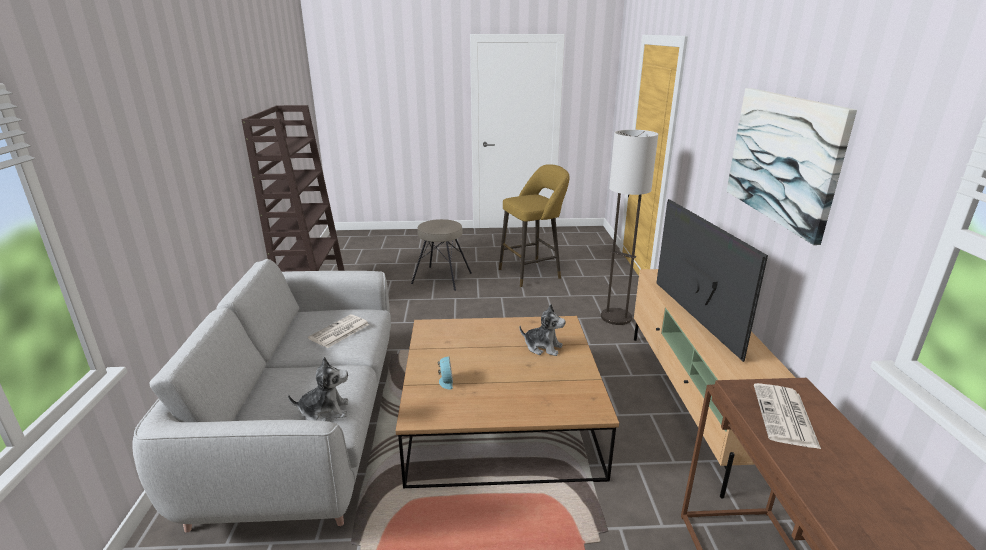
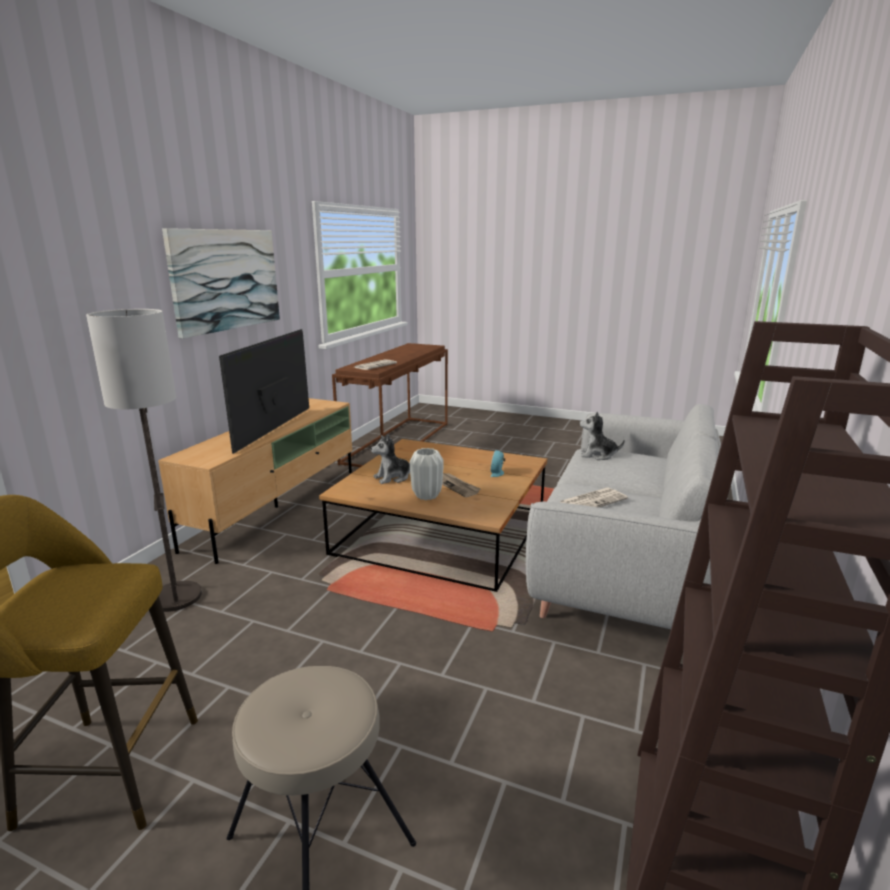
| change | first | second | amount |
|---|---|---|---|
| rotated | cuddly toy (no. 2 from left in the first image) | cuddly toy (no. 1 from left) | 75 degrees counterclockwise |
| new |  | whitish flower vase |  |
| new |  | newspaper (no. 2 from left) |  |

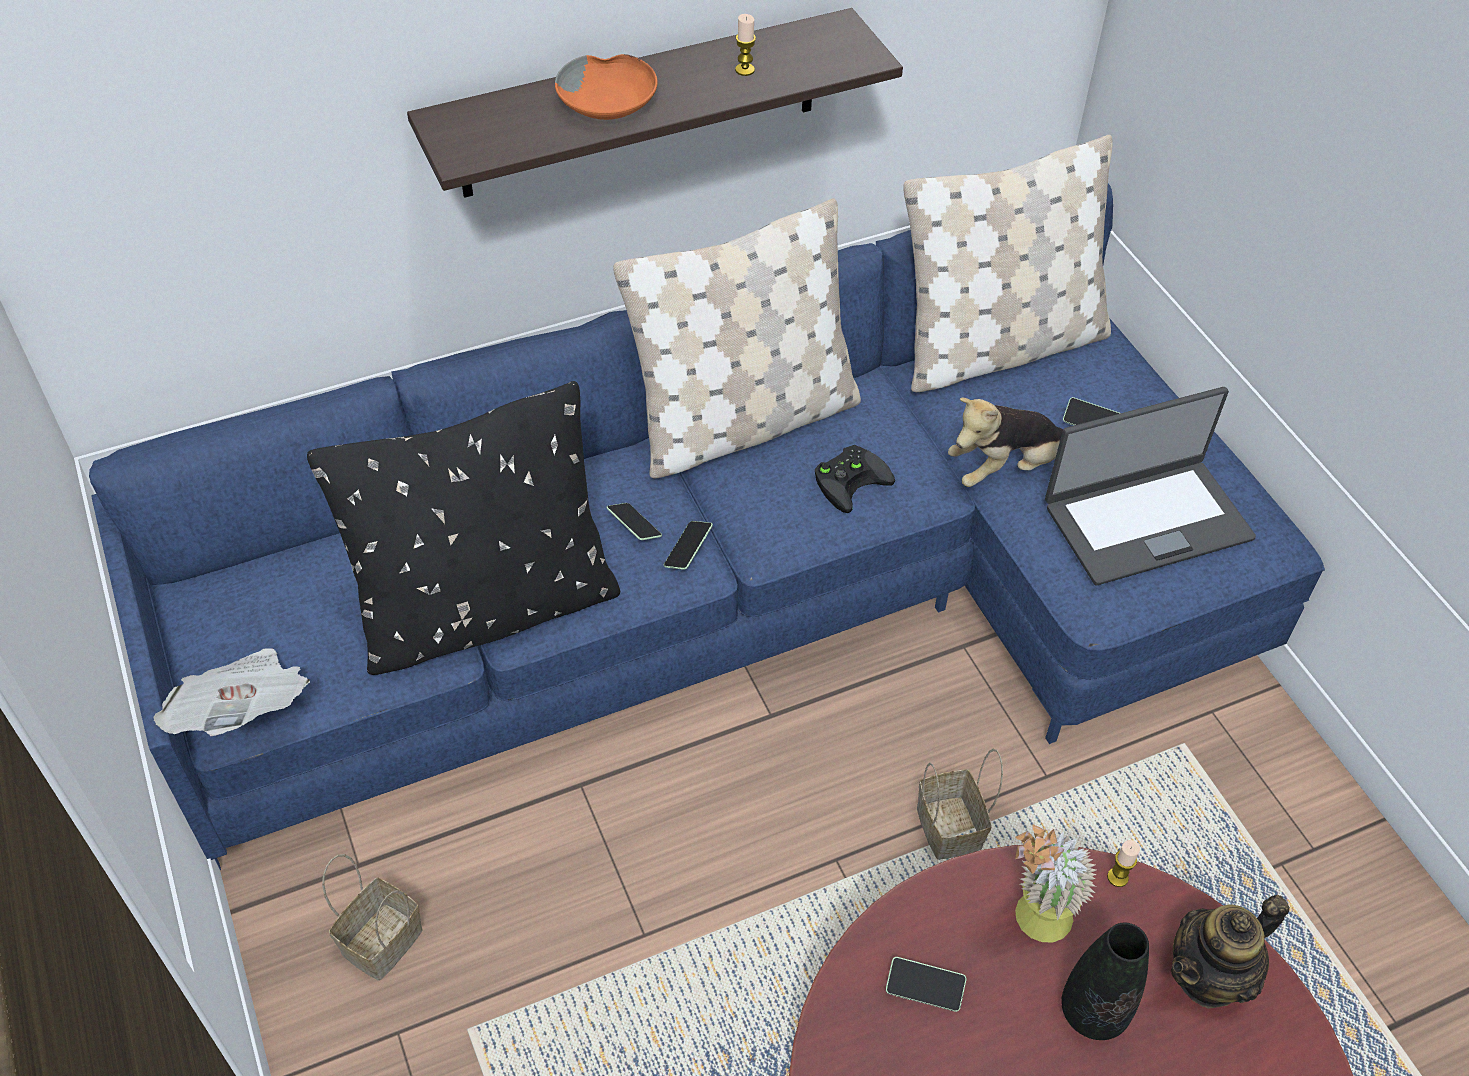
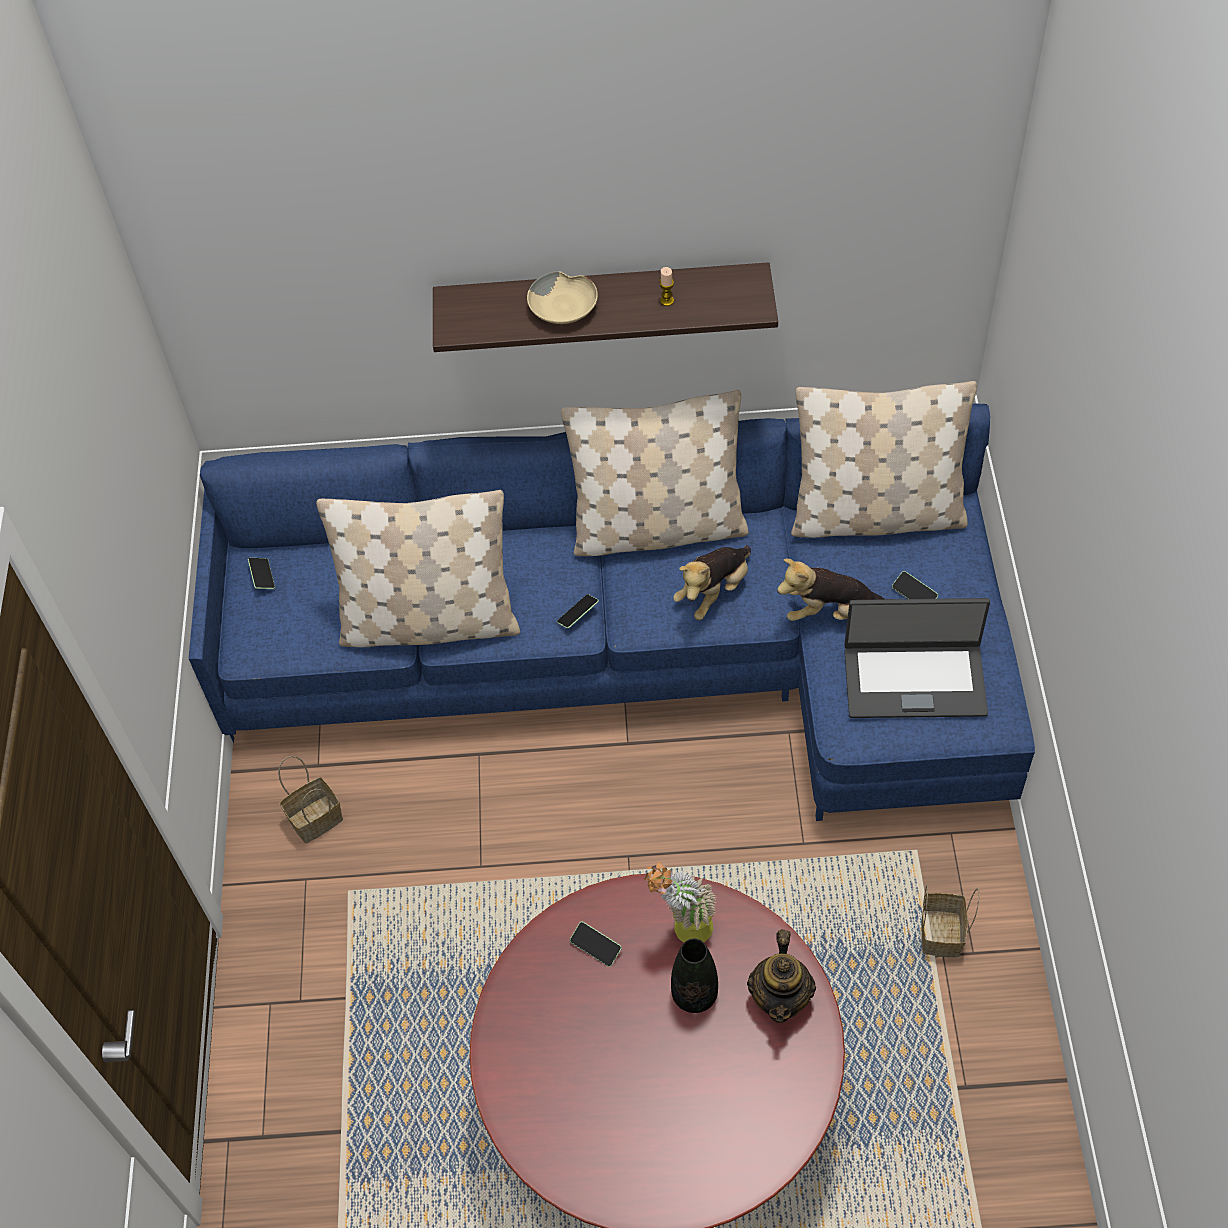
| change | first | second | amount |
|---|---|---|---|
| gone | newspaper |  |  |
| repainted | black cushion | sand-coloured cushion (no. 1 from left) |  |
| repainted | orange-coloured deep dish | sand-coloured deep dish |  |
| shifted | telephone (no. 1 from left) |  |  |
| swapped | black joypad | cuddly toy (no. 1 from left) |  |
| shifted | household basket (no. 2 from left) |  |  |
| gone | wax candle (no. 2 from left) |  |  |
| rotated | teapot |  | 75 degrees counterclockwise |

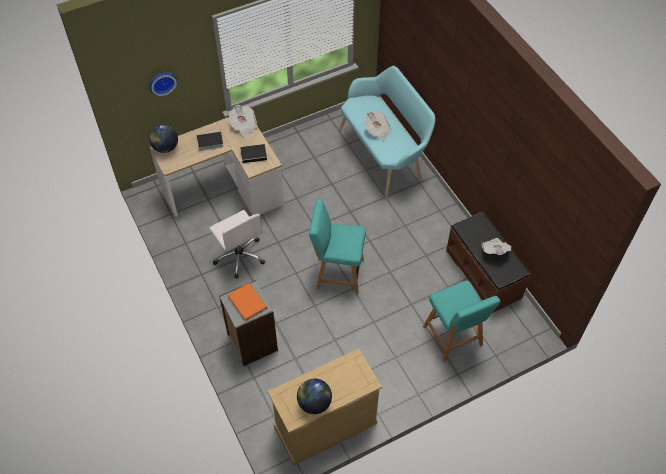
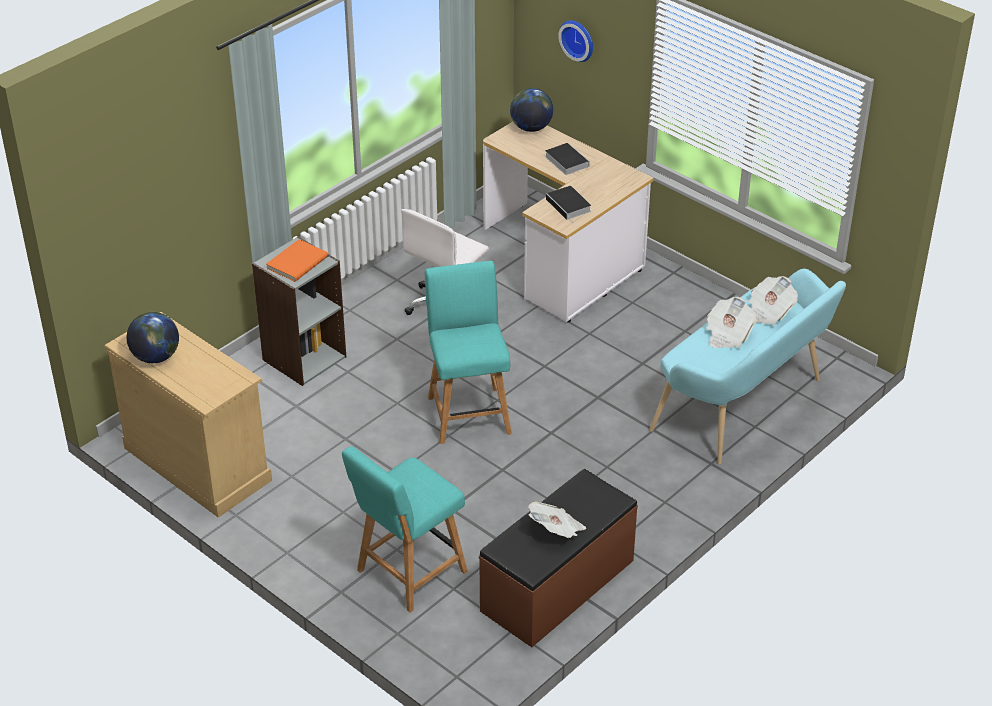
| change | first | second | amount |
|---|---|---|---|
| shifted | newspaper (no. 1 from left in the first image) | newspaper (no. 3 from left) |  |

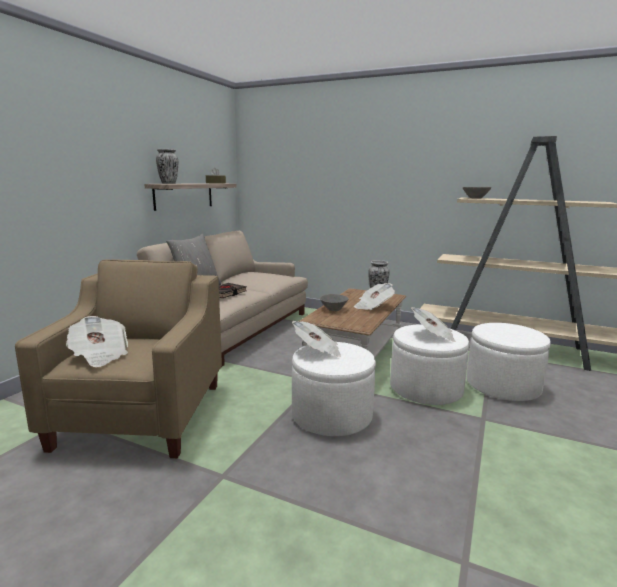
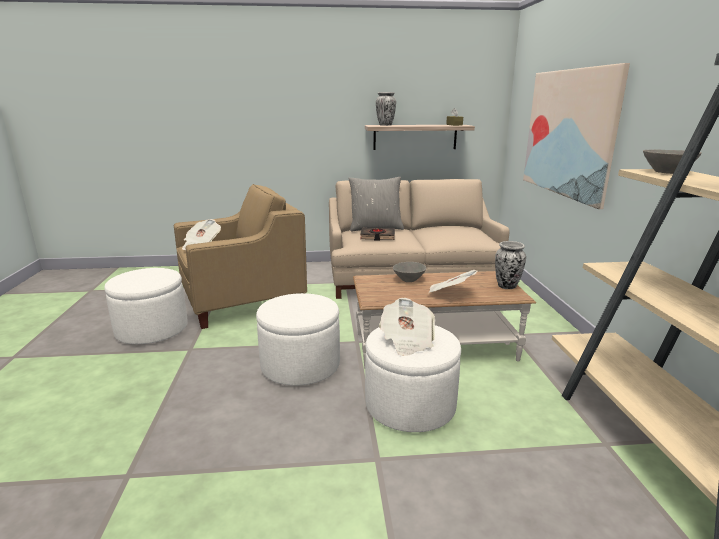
| change | first | second | amount |
|---|---|---|---|
| gone | newspaper (no. 2 from left) |  |  |
| shifted | whitish footrest (no. 3 from left in the first image) | whitish footrest (no. 1 from left) |  |
| new |  | wall picture |  |

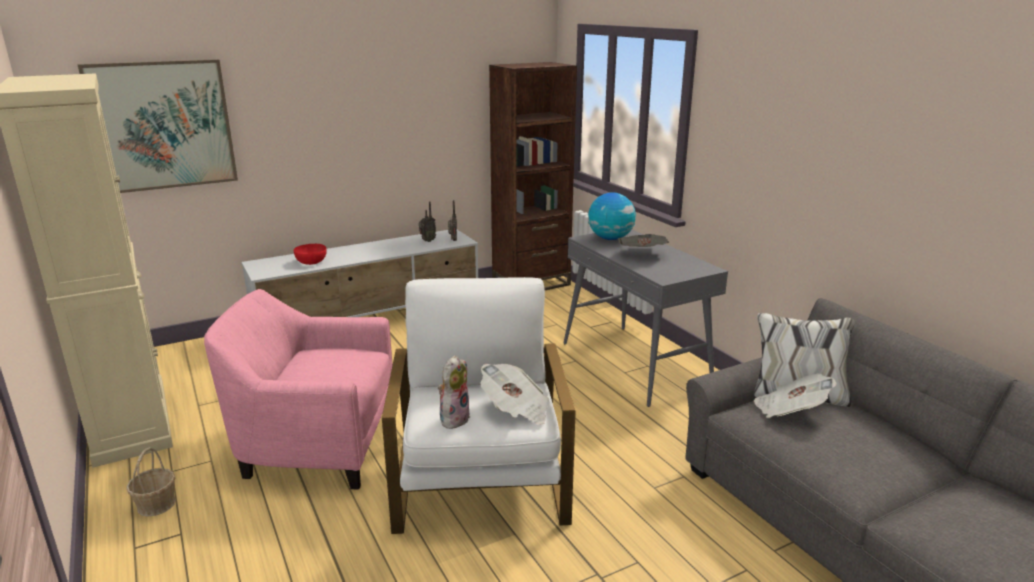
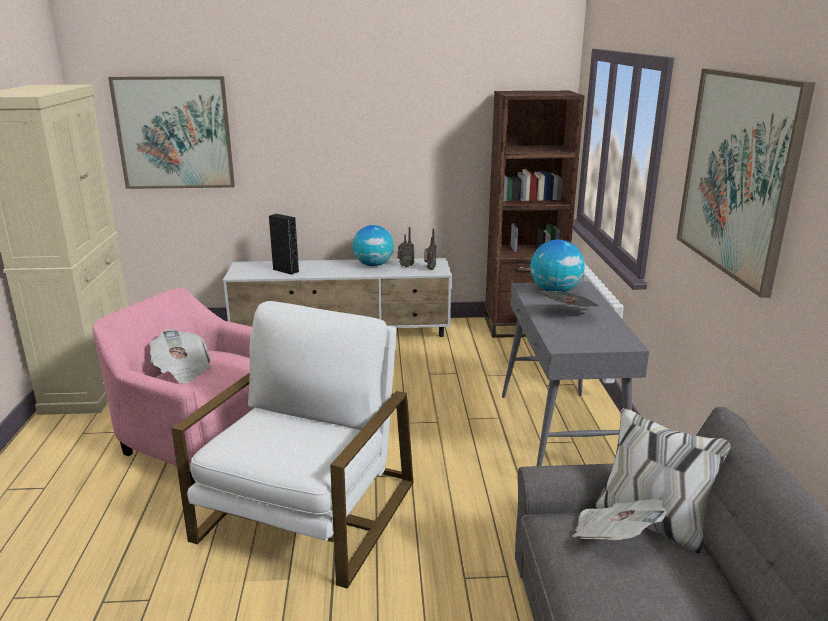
| change | first | second | amount |
|---|---|---|---|
| gone | household basket |  |  |
| swapped | red deep dish | black audio speaker |  |
| gone | cuddly toy |  |  |
| shifted | newspaper (no. 1 from left) |  |  |
| new |  | desk globe (no. 1 from left) |  |
| new |  | wall picture (no. 2 from left) |  |

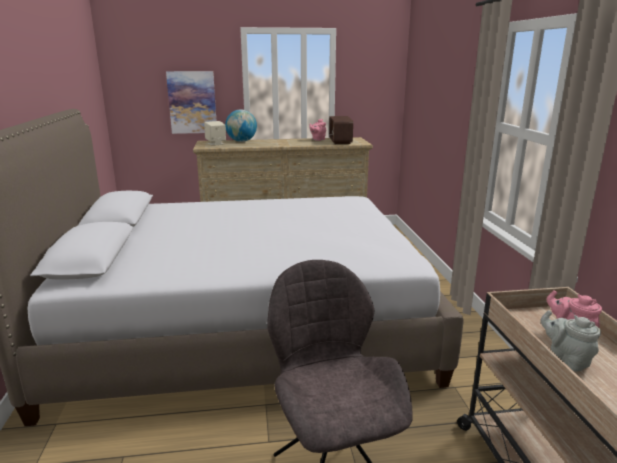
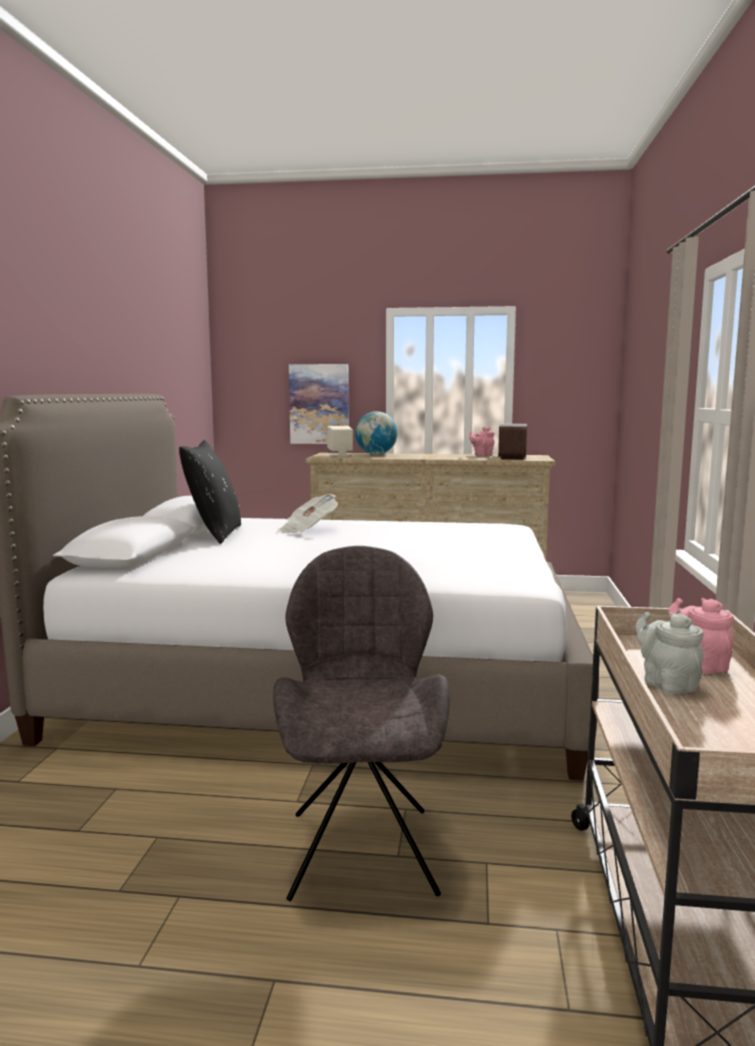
| change | first | second | amount |
|---|---|---|---|
| new |  | black cushion |  |
| new |  | newspaper |  |

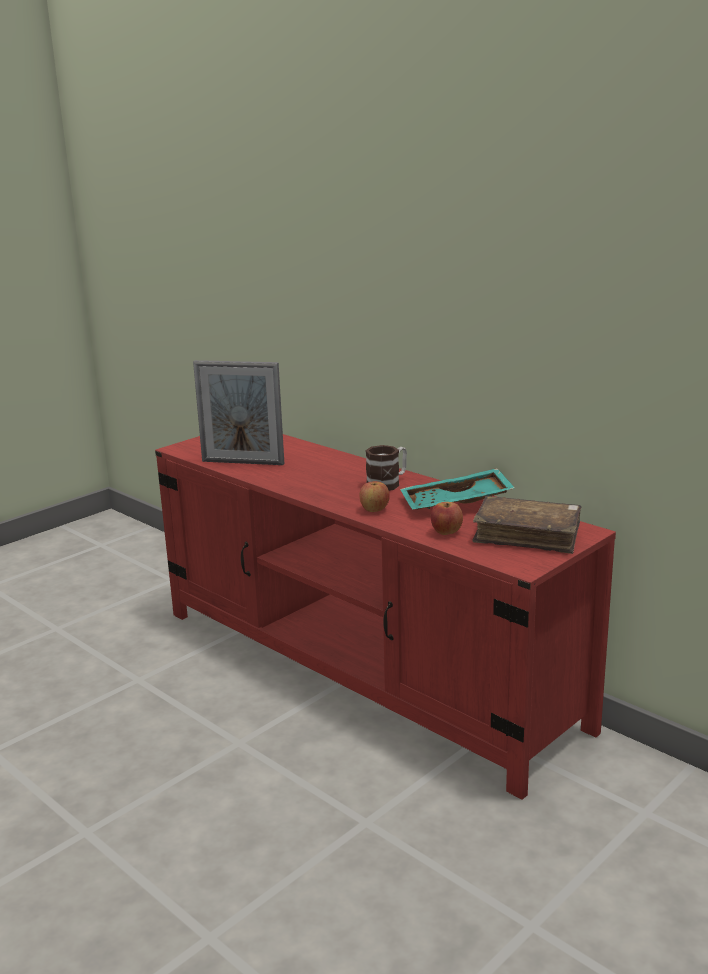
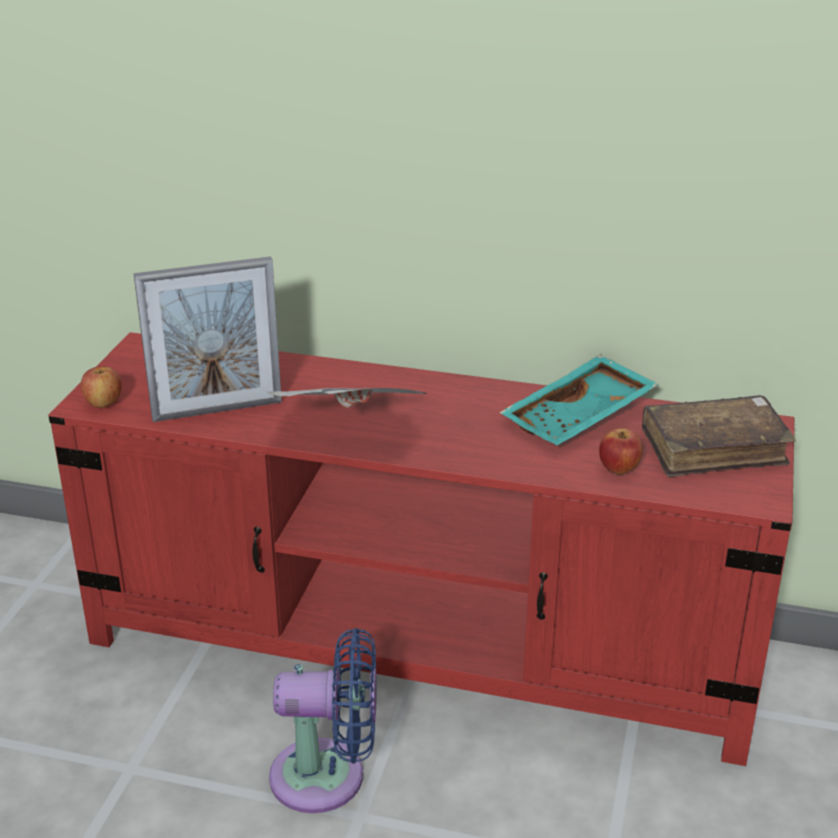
| change | first | second | amount |
|---|---|---|---|
| shifted | whole apple (no. 1 from left) |  |  |
| gone | coffee mug |  |  |
| new |  | newspaper |  |
| new |  | blue-coloured electric fan |  |

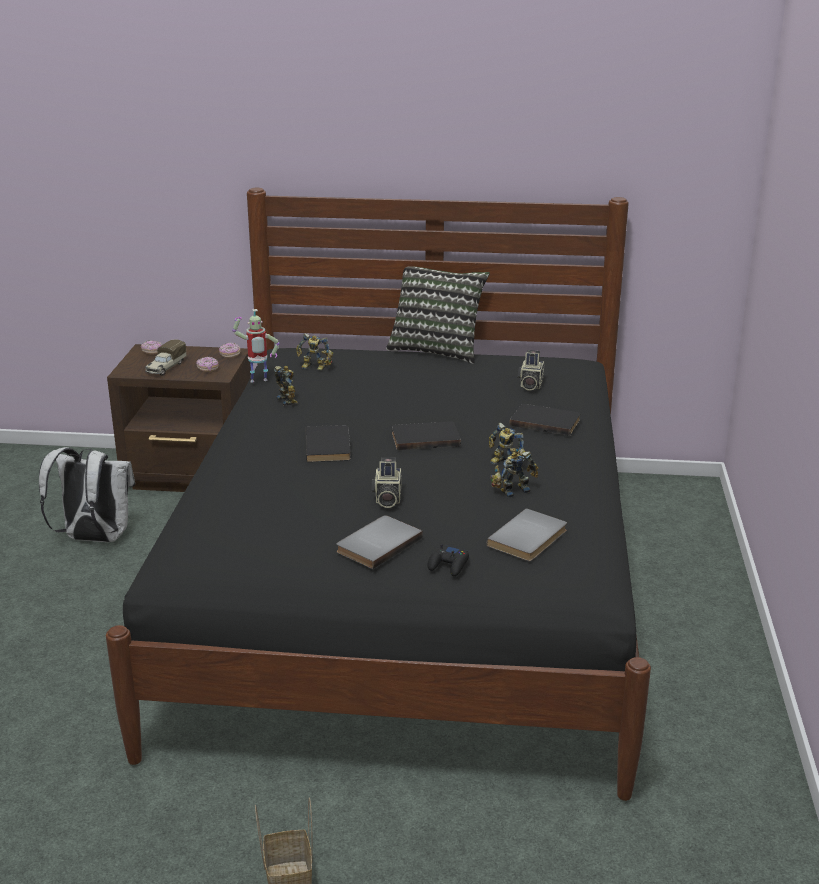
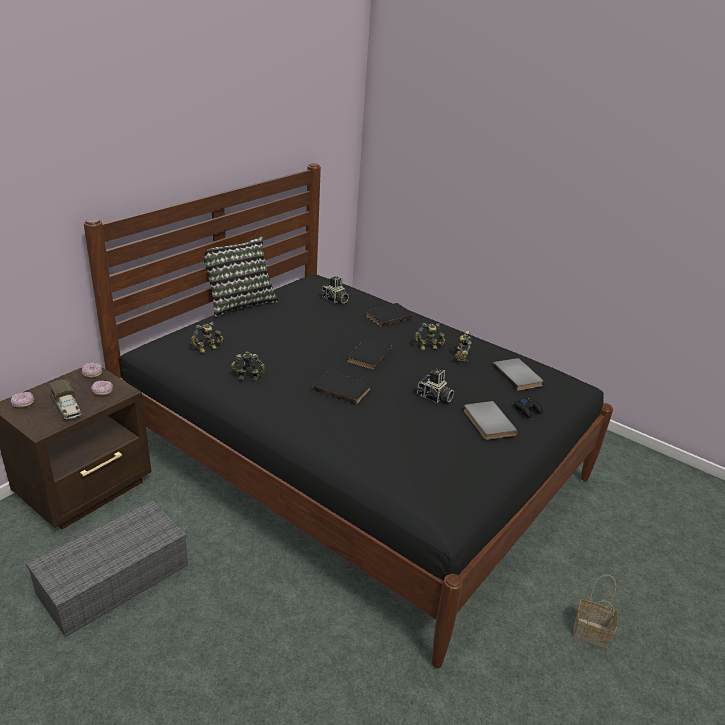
| change | first | second | amount |
|---|---|---|---|
| swapped | whitish backpack | greyish storage box |  |
| gone | toy robot (no. 1 from left) |  |  |

